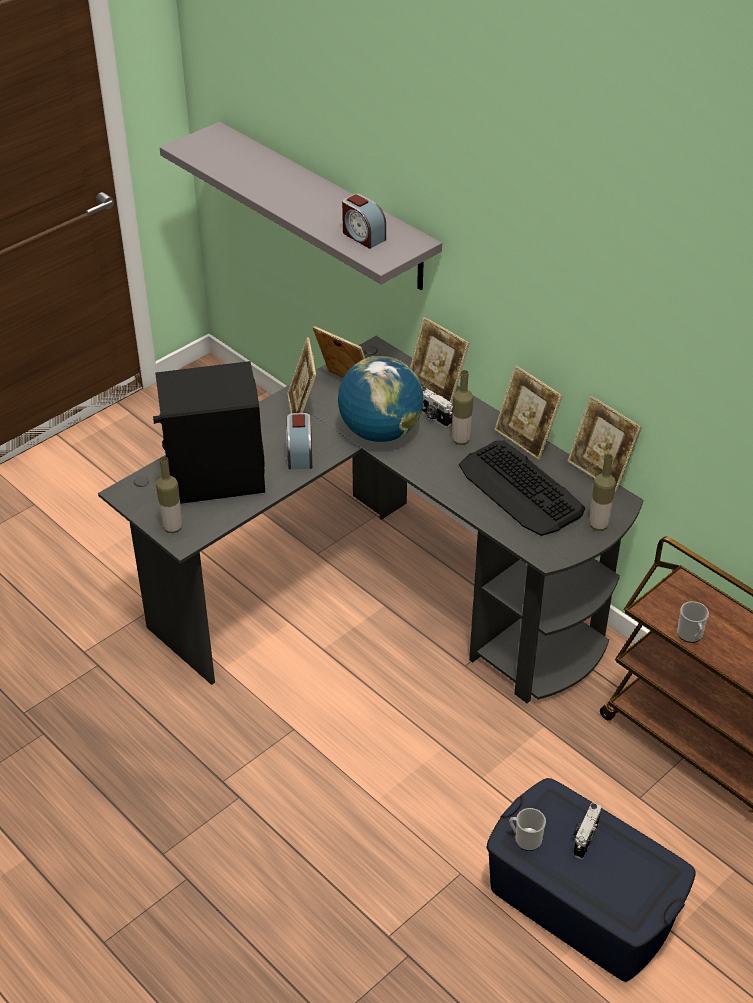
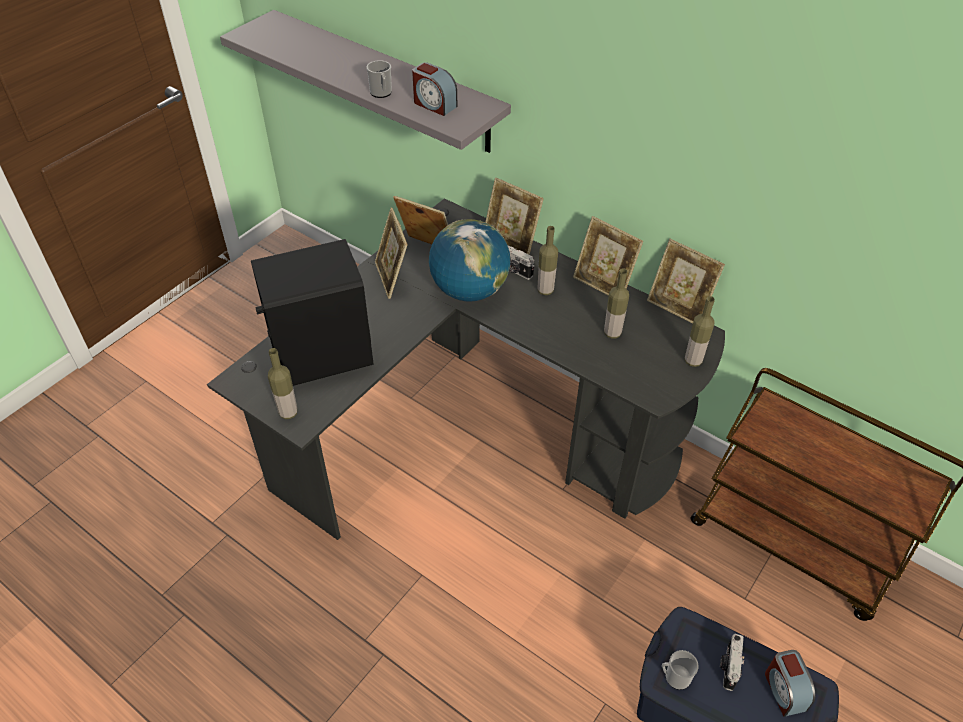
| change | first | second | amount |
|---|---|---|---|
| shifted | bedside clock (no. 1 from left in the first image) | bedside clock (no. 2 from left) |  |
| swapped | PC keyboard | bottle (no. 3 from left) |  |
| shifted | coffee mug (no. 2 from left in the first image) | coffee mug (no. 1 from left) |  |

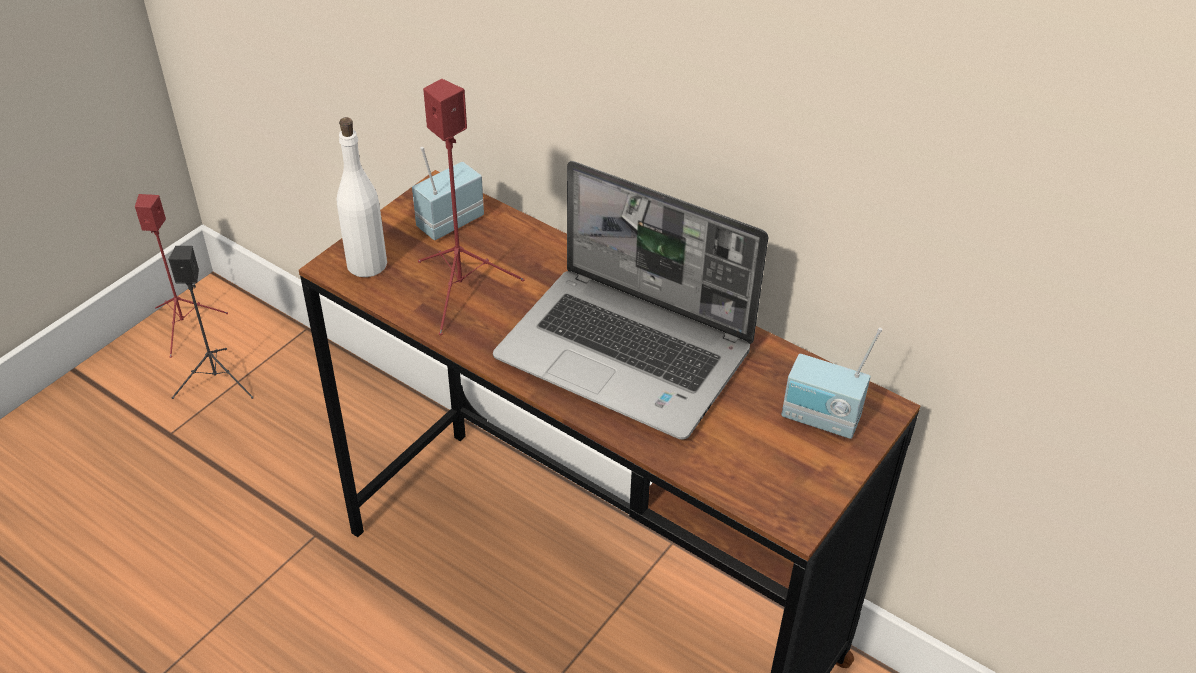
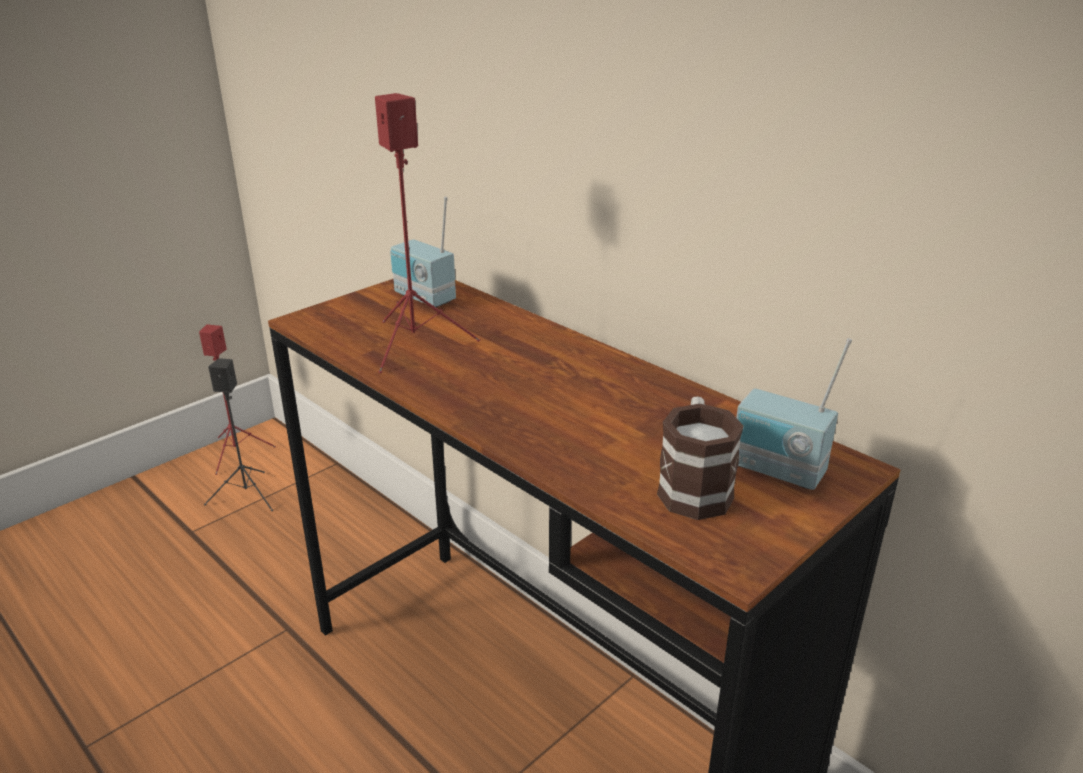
| change | first | second | amount |
|---|---|---|---|
| gone | whitish bottle |  |  |
| rotated | radio (no. 1 from left) |  | 105 degrees counterclockwise |
| gone | laptop |  |  |
| new |  | coffee mug |  |

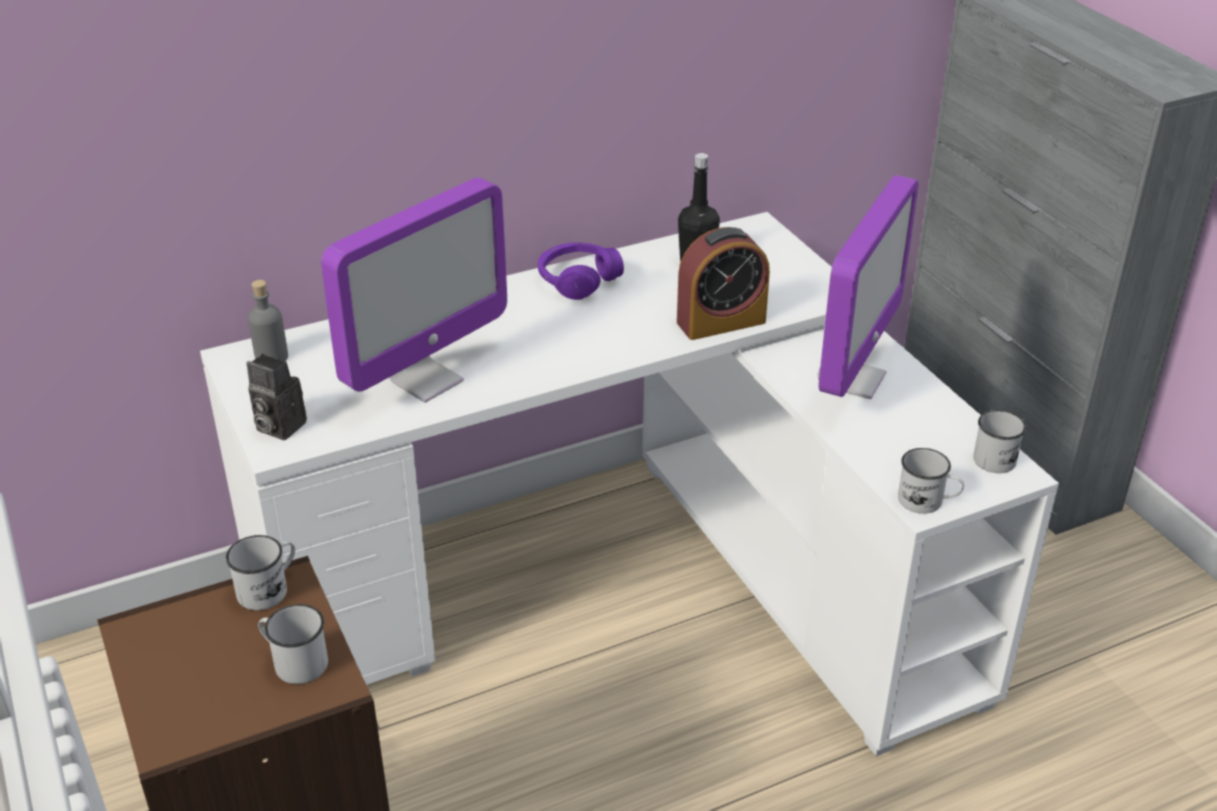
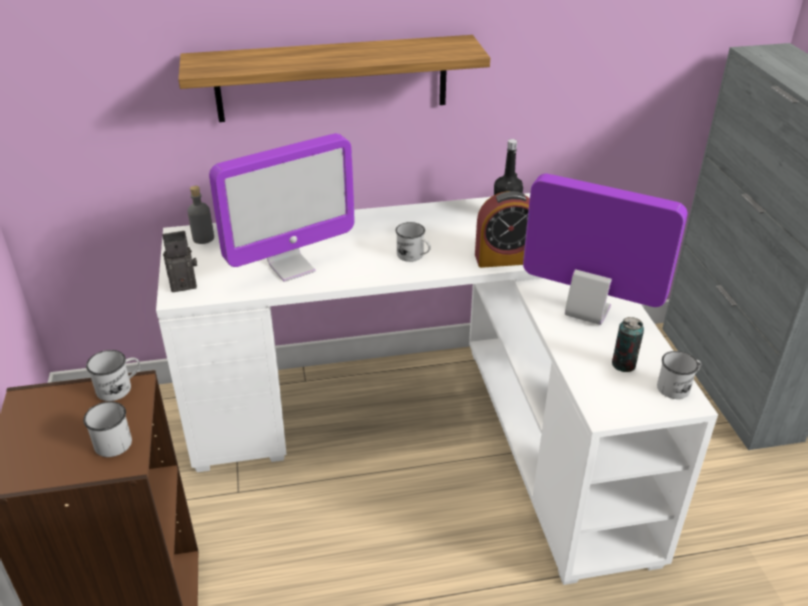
| change | first | second | amount |
|---|---|---|---|
| rotated | photo camera |  | 120 degrees clockwise |
| gone | purplish headset |  |  |
| rotated | computer display (no. 2 from left) |  | 105 degrees counterclockwise |
| shifted | whitish coffee mug (no. 3 from left) |  |  |
| new |  | bracket shelf |  |
| new |  | metal can |  |

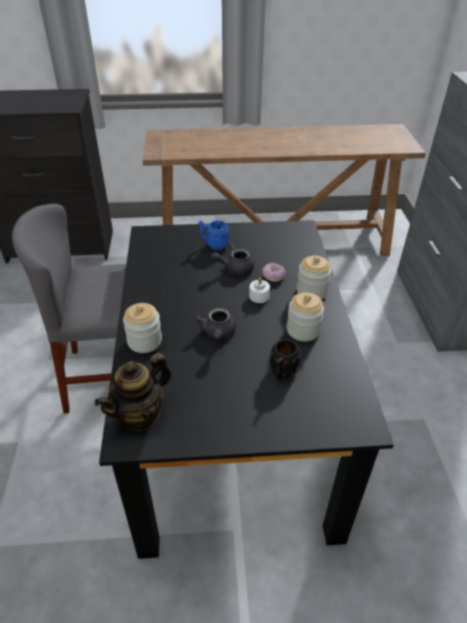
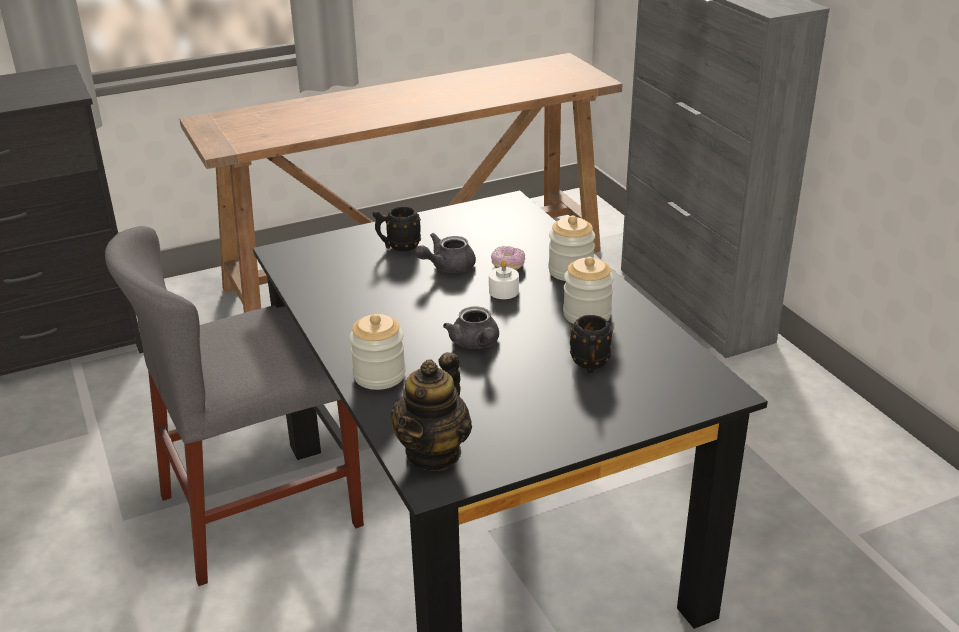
| change | first | second | amount |
|---|---|---|---|
| repainted | blue-coloured coffee mug | black coffee mug (no. 1 from left) |  |

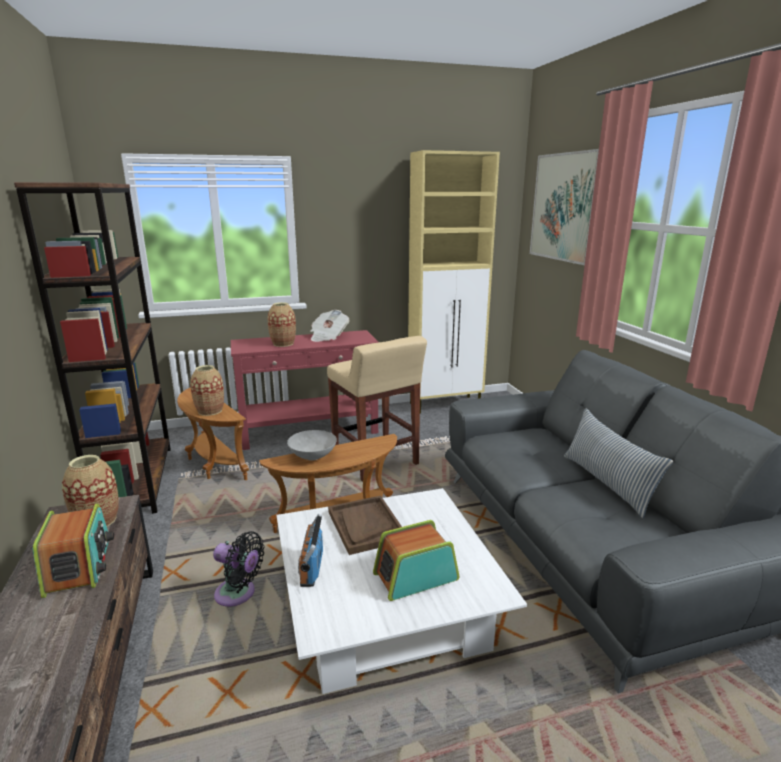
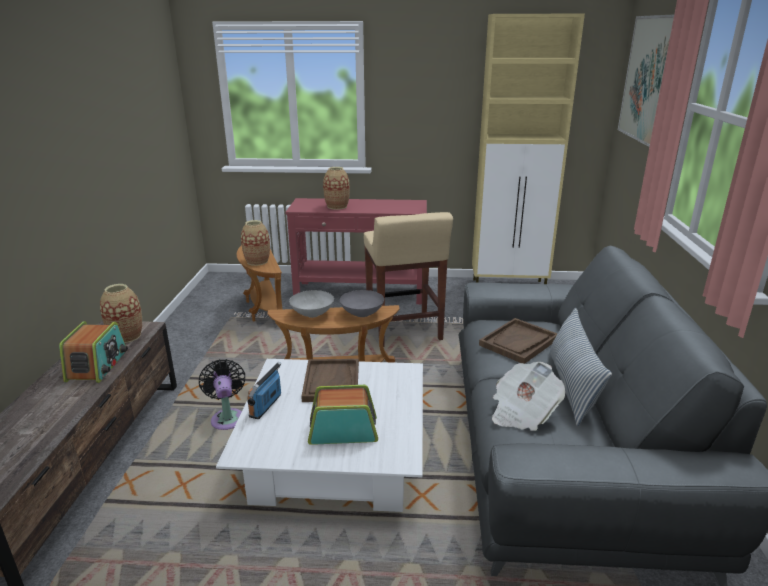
| change | first | second | amount |
|---|---|---|---|
| gone | brown-coloured bookcase |  |  |
| rotated | black electric fan |  | 150 degrees counterclockwise |
| shifted | newspaper |  |  |
| new |  | greyish deep dish (no. 2 from left) |  |
| new |  | brown-coloured serving tray (no. 2 from left) |  |

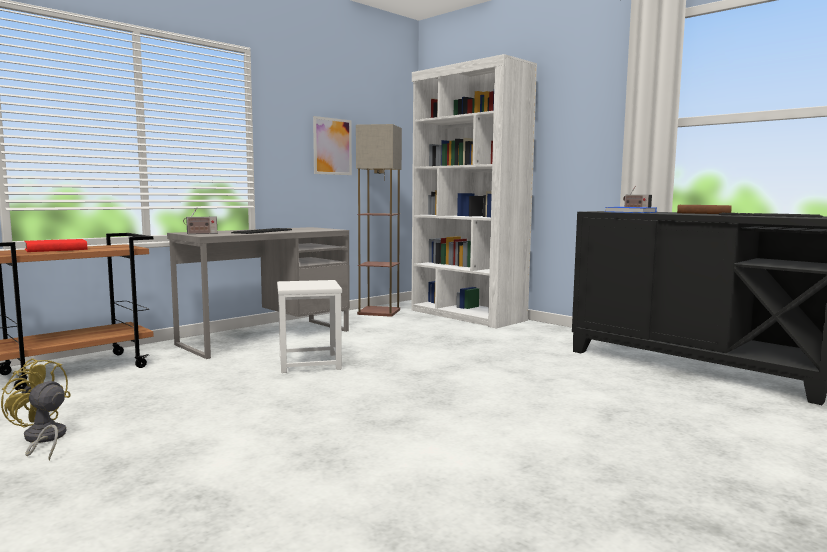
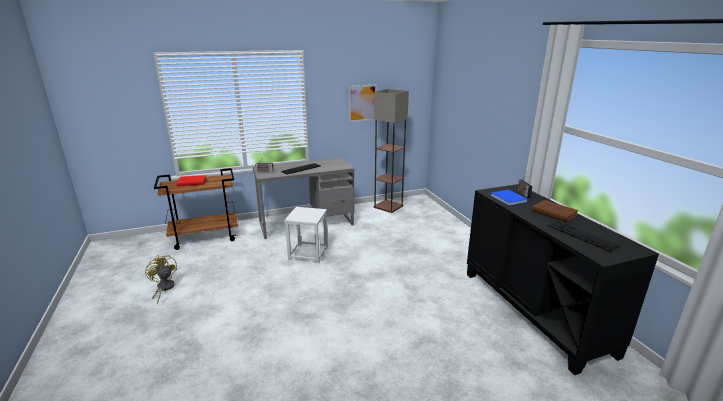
| change | first | second | amount |
|---|---|---|---|
| gone | whitish bookcase |  |  |

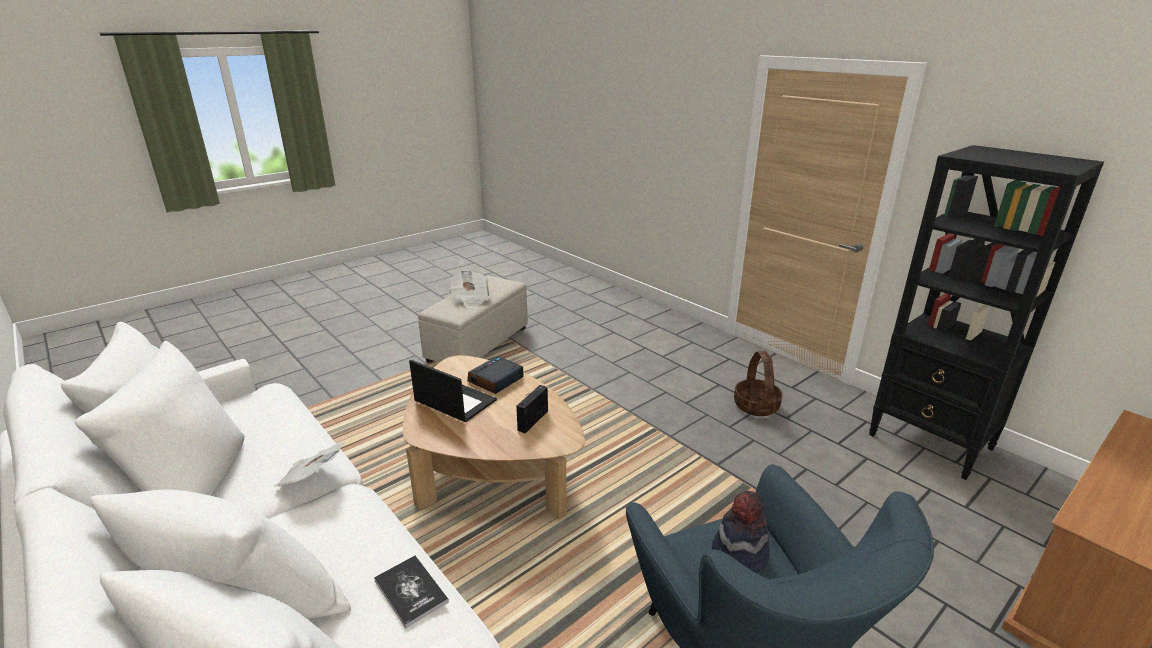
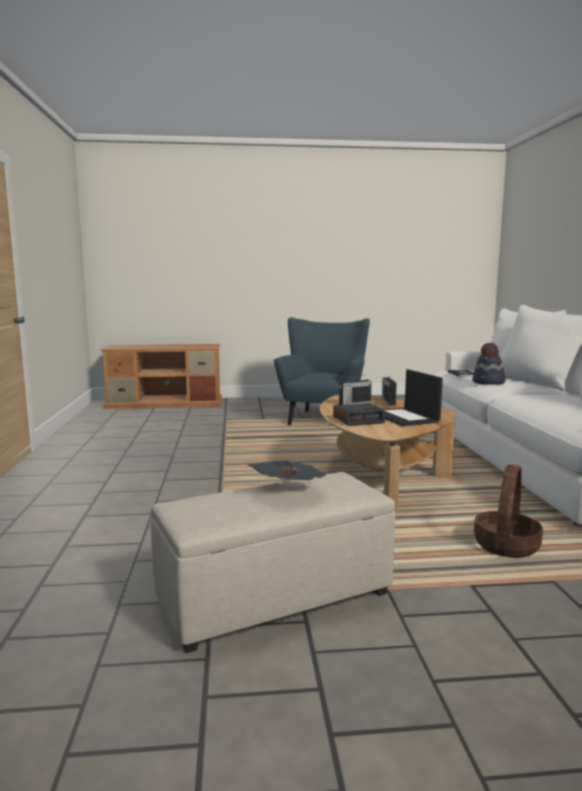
| change | first | second | amount |
|---|---|---|---|
| gone | newspaper (no. 1 from left) |  |  |
| shifted | hat |  |  |
| shifted | household basket |  |  |
| gone | black bookcase |  |  |
| new |  | radio (no. 2 from left) |  |

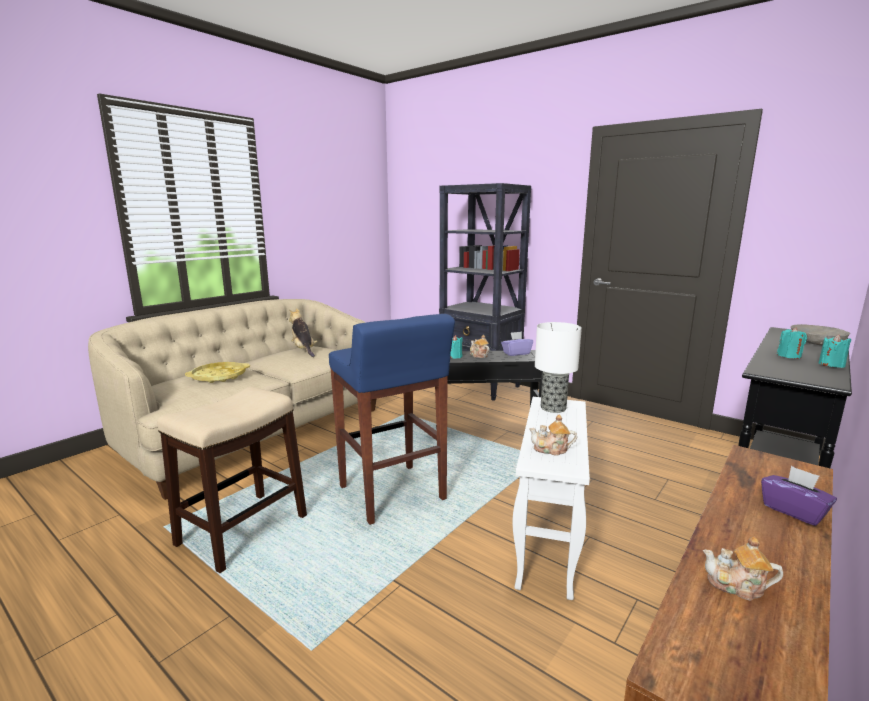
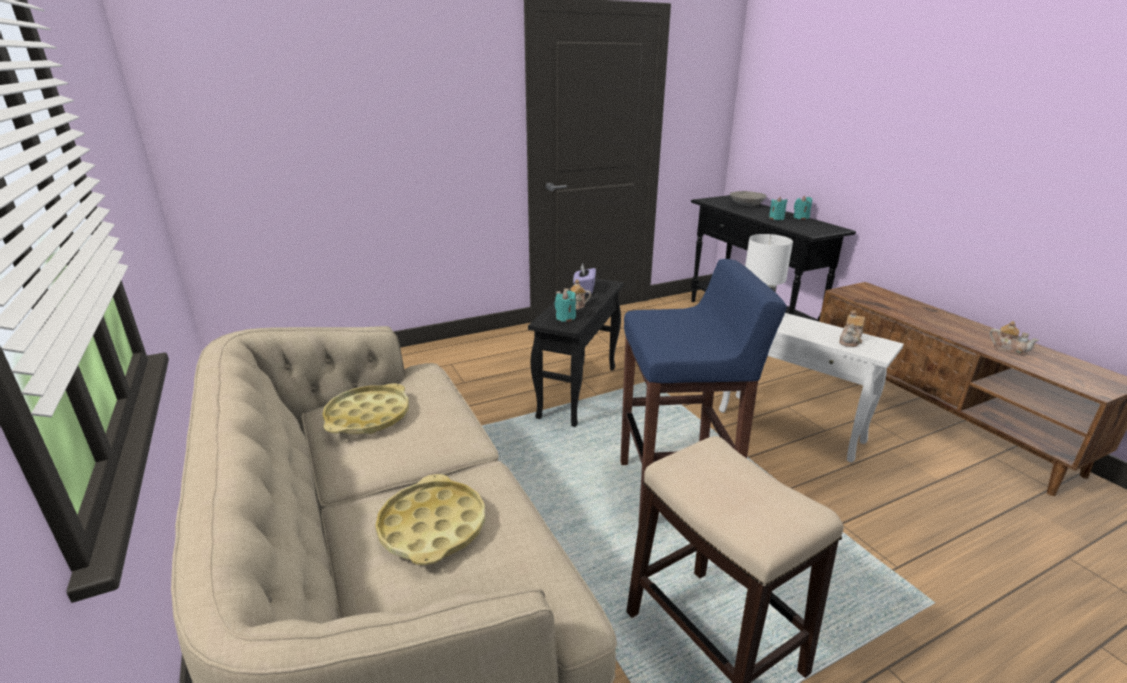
| change | first | second | amount |
|---|---|---|---|
| swapped | cuddly toy | yellowish serving tray (no. 1 from left) |  |
| gone | black bookcase |  |  |
| rotated | teapot (no. 3 from left) |  | 90 degrees counterclockwise |
| gone | purplish box of tissues (no. 2 from left) |  |  |

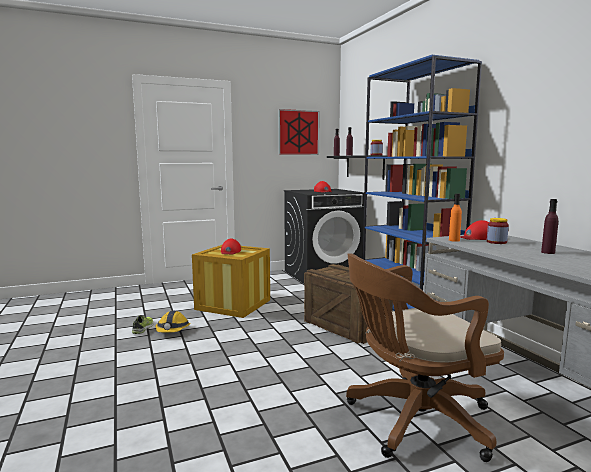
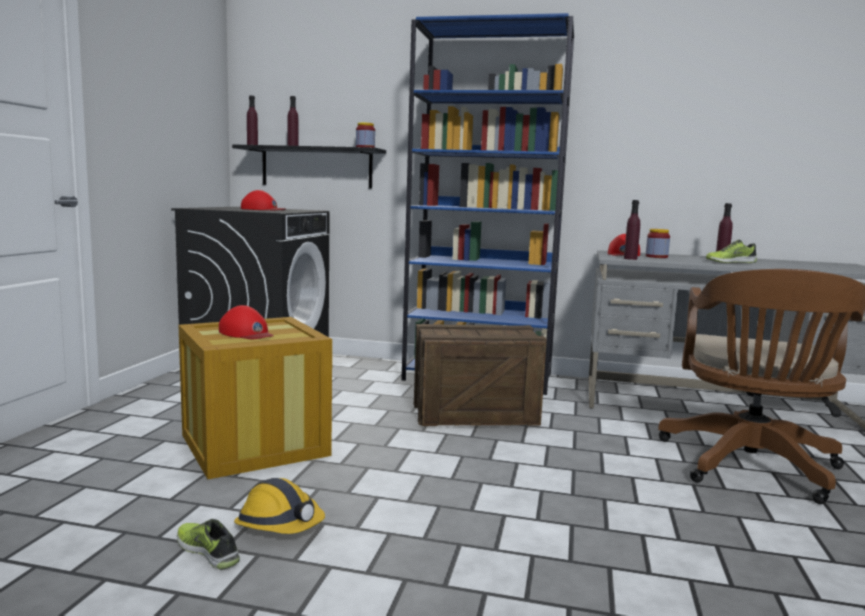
| change | first | second | amount |
|---|---|---|---|
| gone | wall picture |  |  |
| repainted | orange-coloured bottle | purplish bottle (no. 3 from left) |  |
| new |  | shoe (no. 2 from left) |  |

